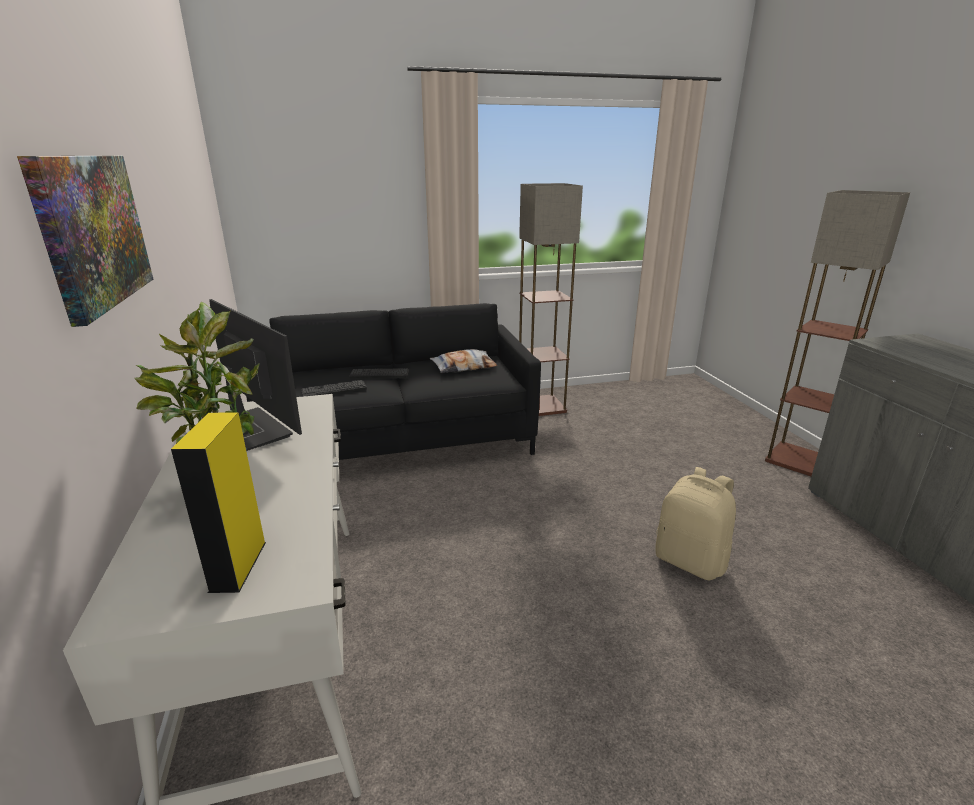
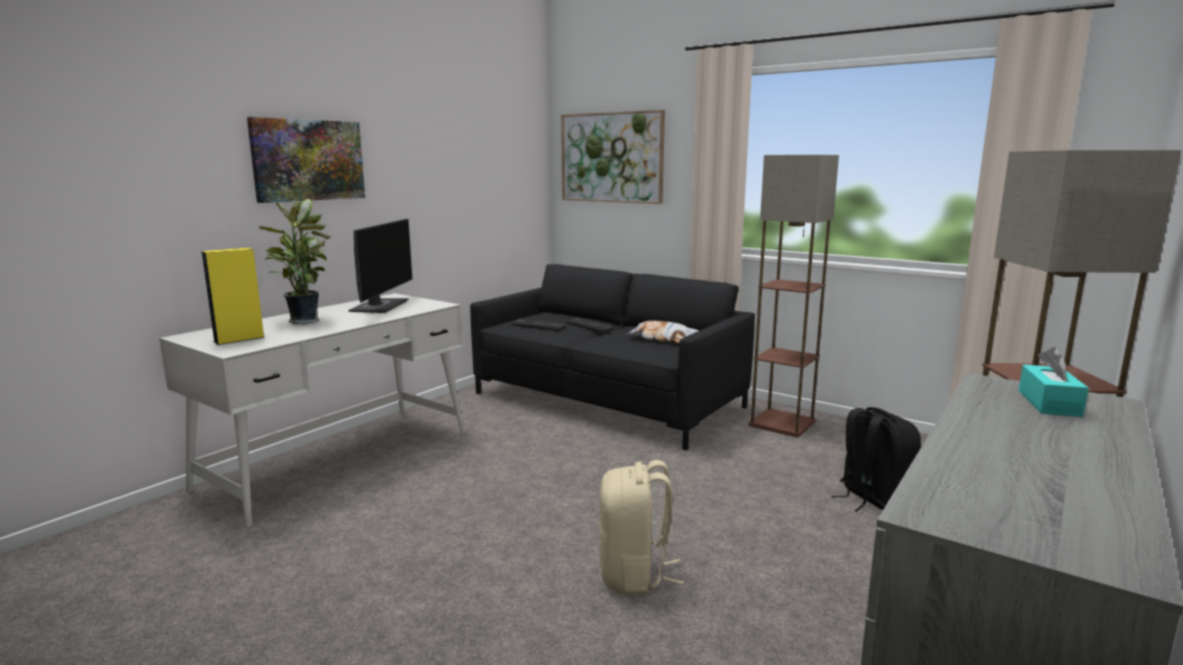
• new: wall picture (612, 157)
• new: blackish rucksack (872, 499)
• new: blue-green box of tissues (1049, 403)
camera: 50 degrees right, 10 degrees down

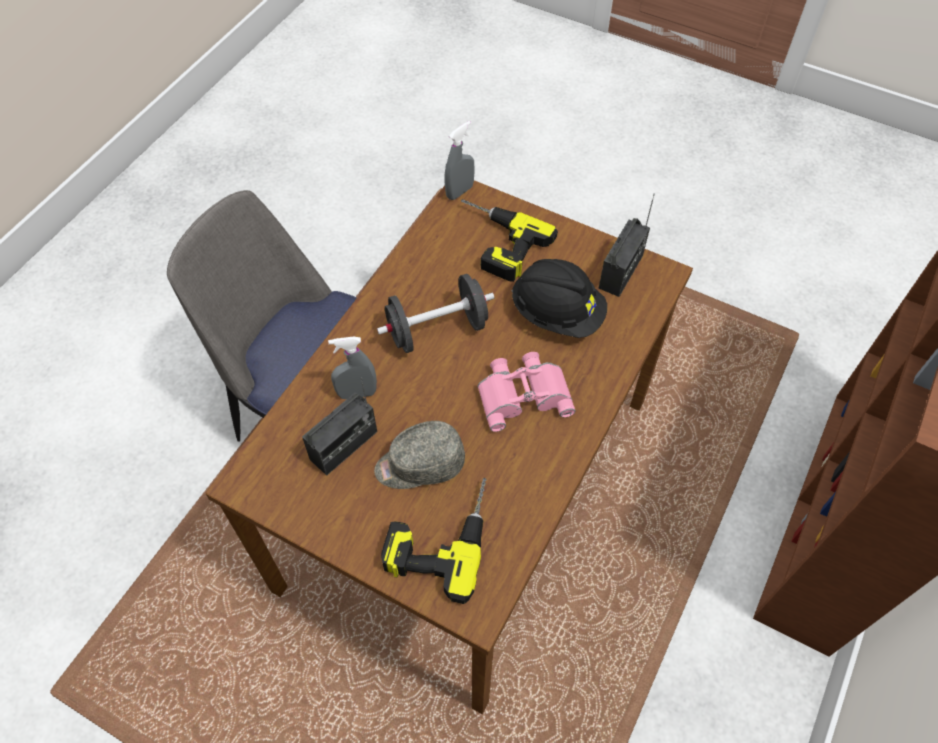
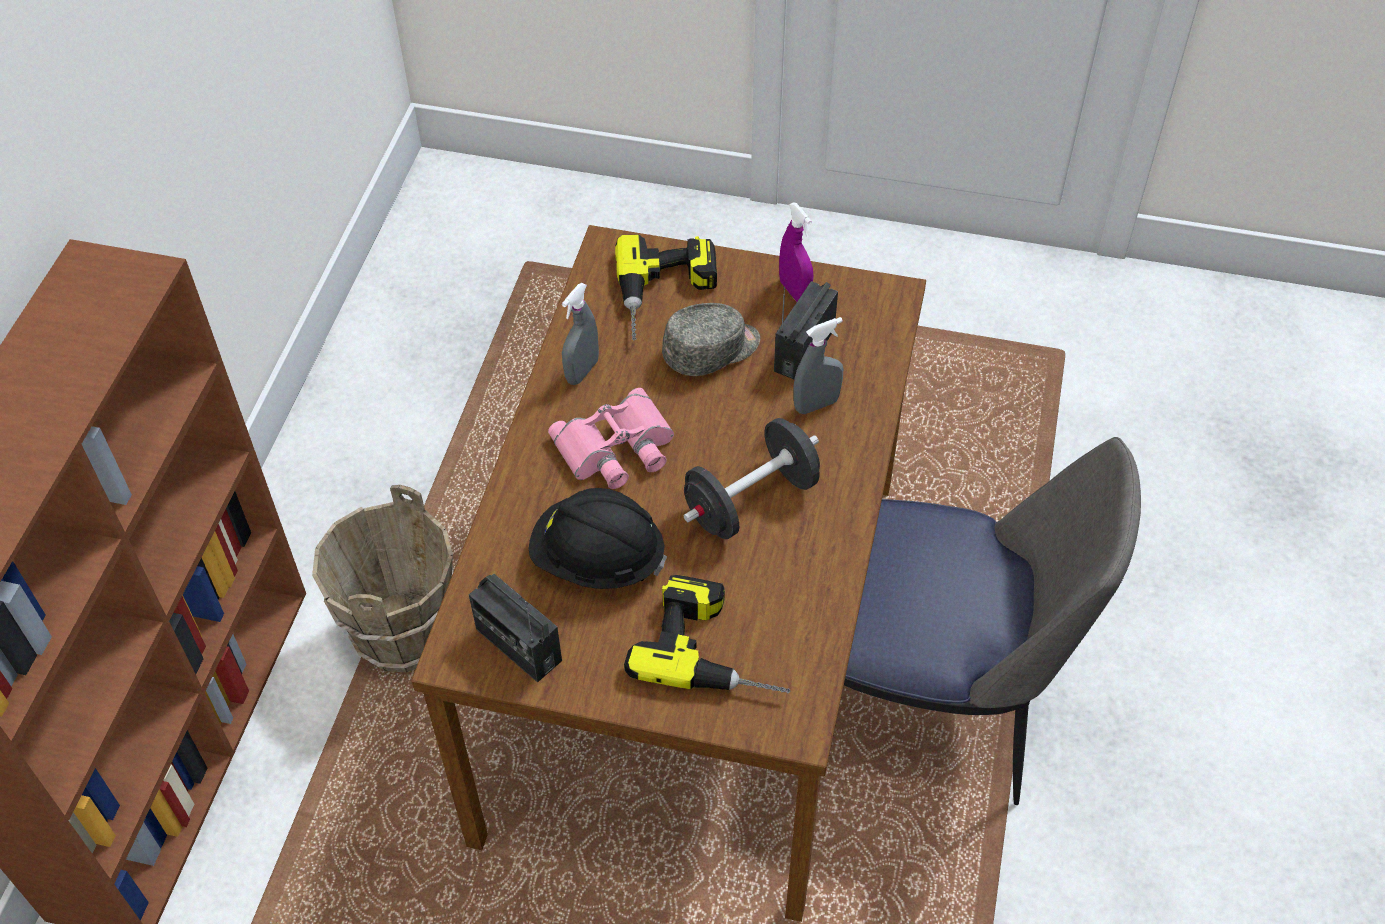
• new: brownish bucket (402, 635)
• rotated: radio receiver (621, 272) = (518, 645) 60 degrees counterclockwise
• shifted: grey sprayer (459, 191) to (582, 371)
• new: purple-coloured sprayer (794, 291)
camera: 165 degrees right, 5 degrees down

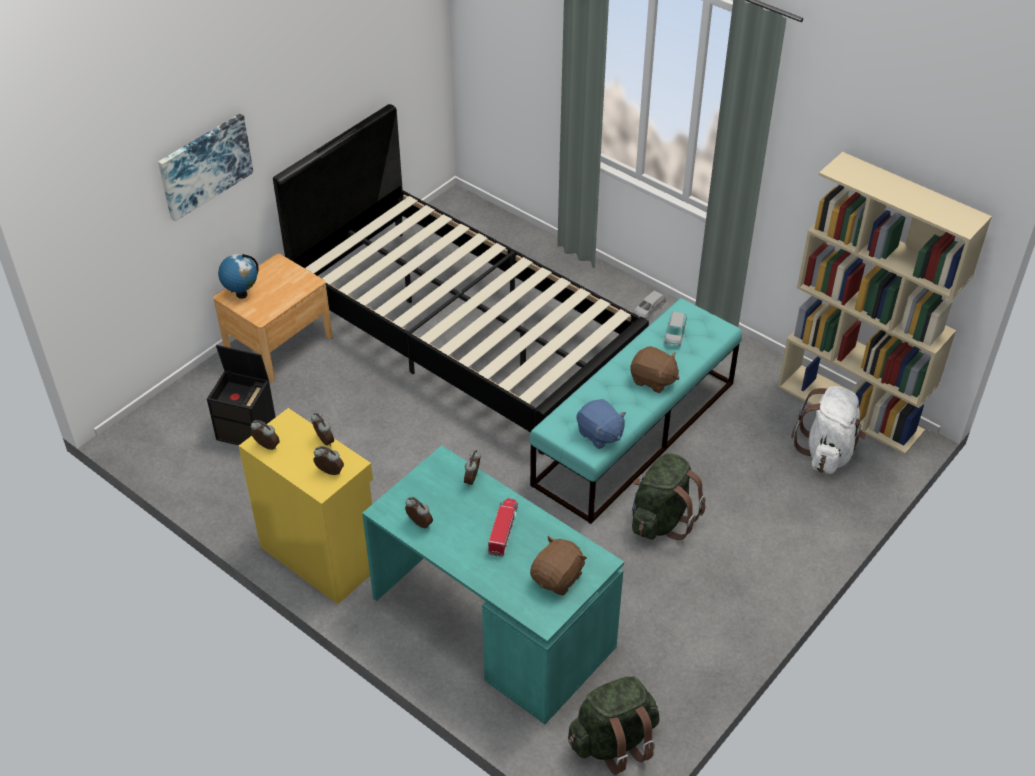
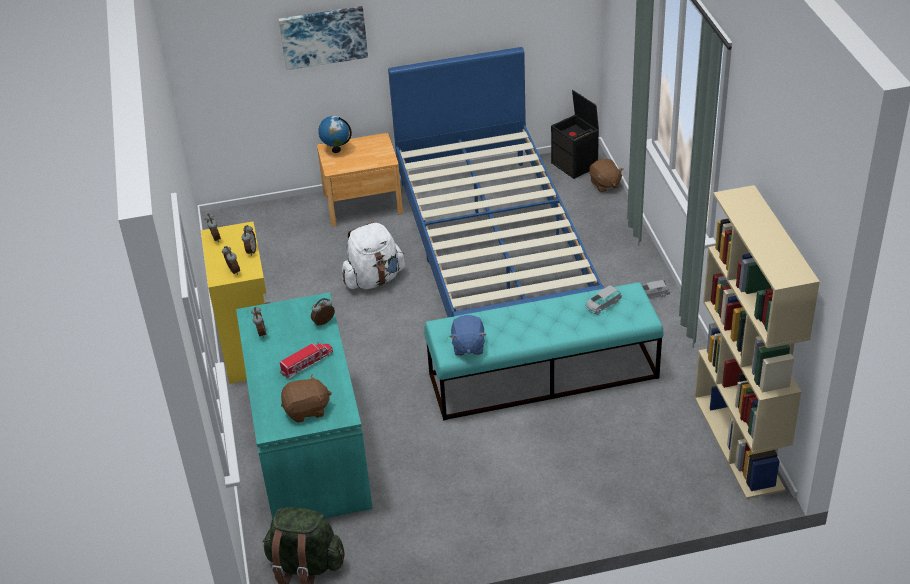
• shifted: whitish rucksack (827, 451) to (374, 279)
• repainted: blackish bed (464, 333) to blue bed (493, 251)
• shifted: blackish storage box (248, 430) to (575, 165)
• shifted: brownish plush toy (653, 380) to (605, 184)
• gone: green rucksack (661, 519)
camera: 40 degrees right, 5 degrees down

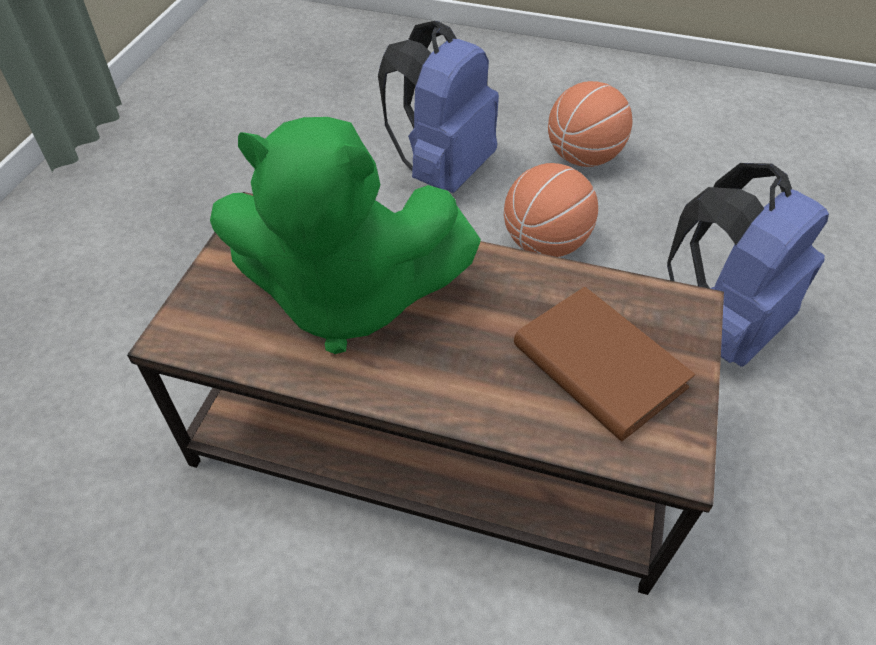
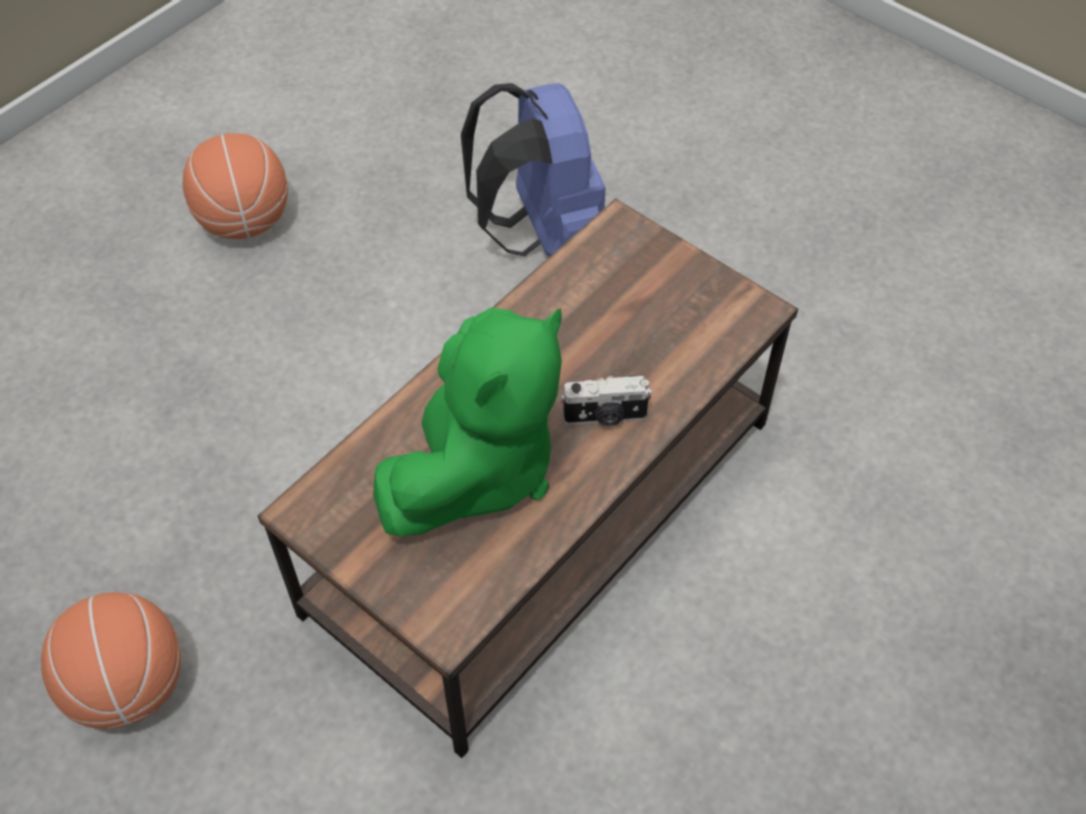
• shifted: basketball (545, 243) to (129, 684)
• new: photo camera (605, 417)
• gone: blue rucksack (442, 170)
• gone: brownish book (598, 367)
camera: 65 degrees left, 5 degrees up

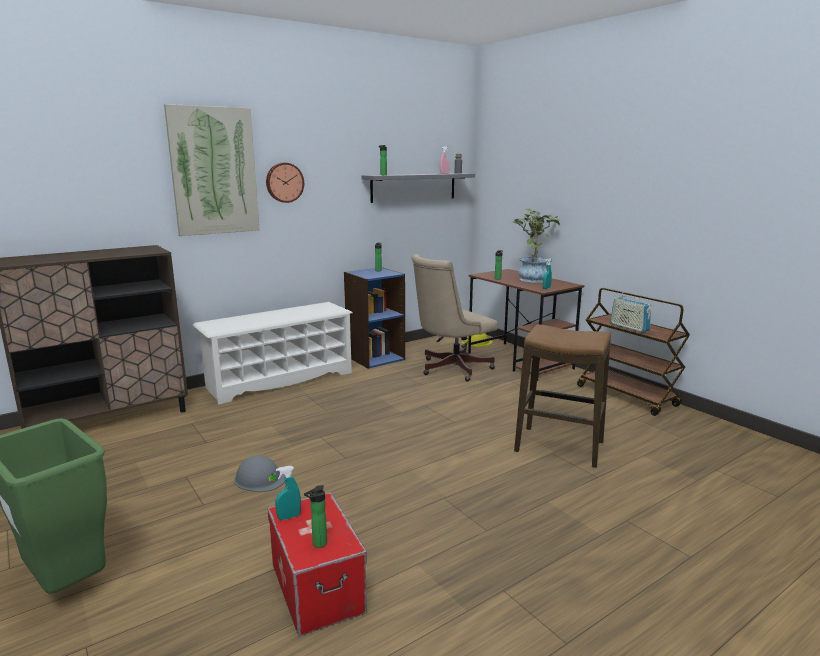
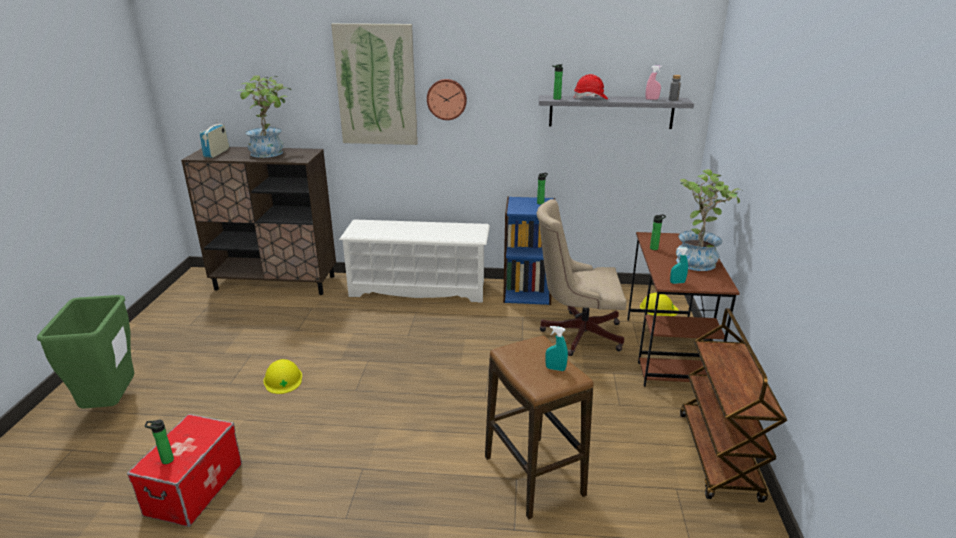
• shifted: radio receiver (629, 327) to (217, 153)
• new: plant in a pot (271, 153)
• repainted: grey safety helmet (259, 478) to yellow-coloured safety helmet (283, 379)
• shifted: blue-green sprayer (289, 517) to (555, 369)
• new: red-coloured safety helmet (590, 98)
camera: 40 degrees right, 10 degrees up

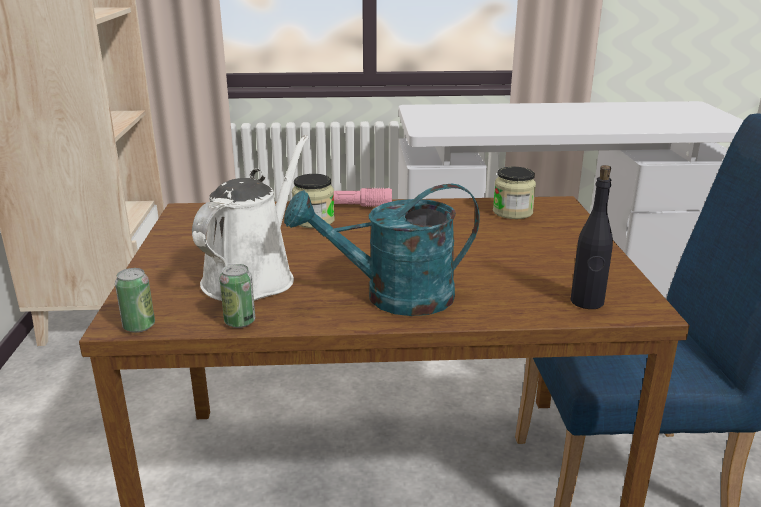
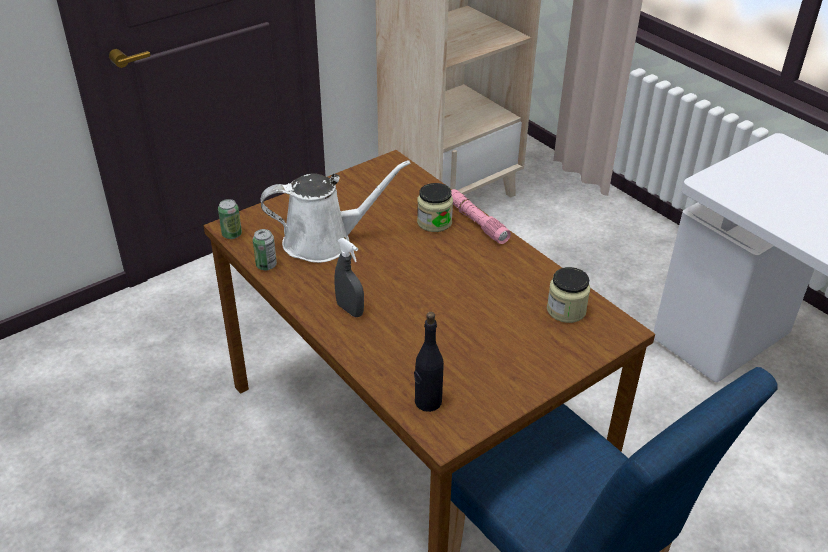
• swapped: blue-green sprinkling can (393, 297) to grey sprayer (350, 310)
camera: 55 degrees right, 15 degrees up

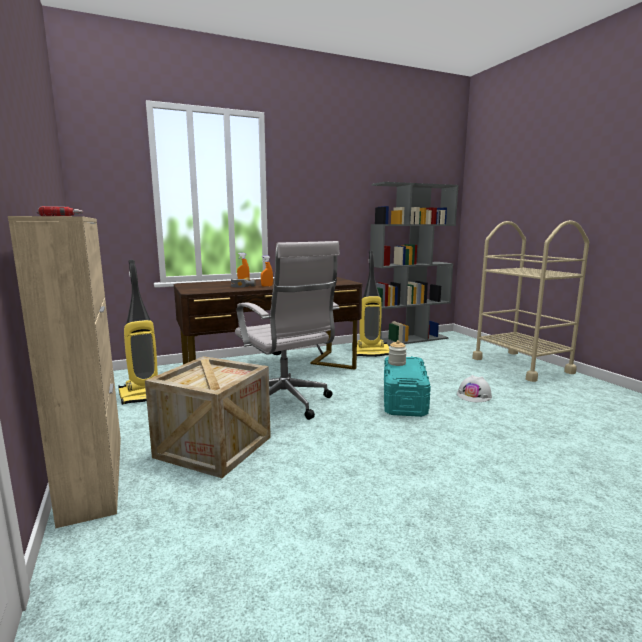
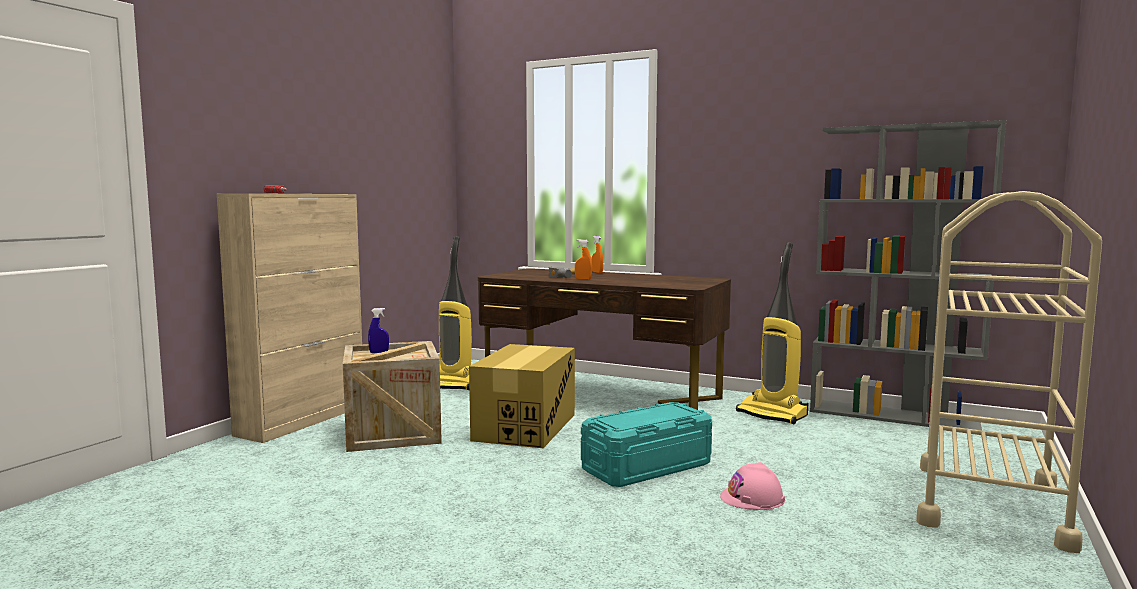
• new: blue sprayer (379, 352)
• swapped: whitish office chair (287, 404) to carton (525, 427)
• repainted: whitish safety helmet (474, 395) to pink-coloured safety helmet (752, 498)
• gone: storage jar (397, 363)
camera: 50 degrees right, 5 degrees down

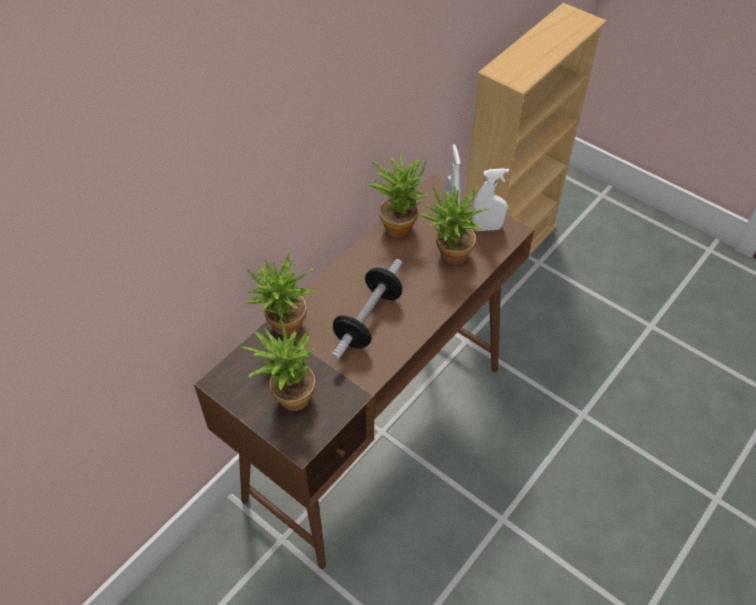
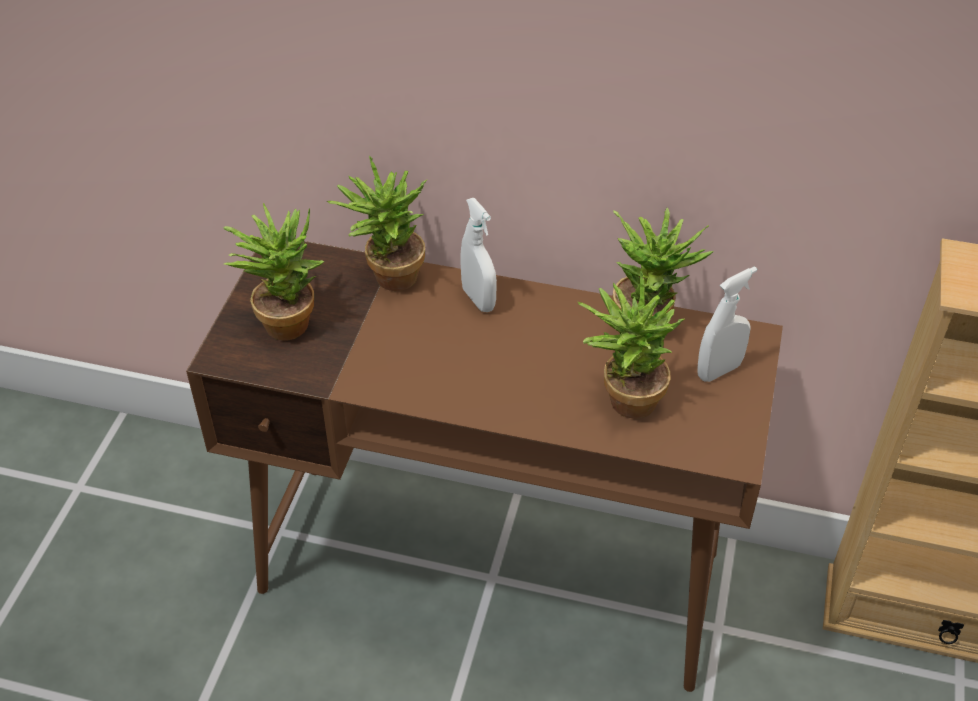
• shifted: whitish sprayer (486, 228) to (478, 299)
• gone: free weight (368, 320)
camera: 65 degrees right, 5 degrees down

